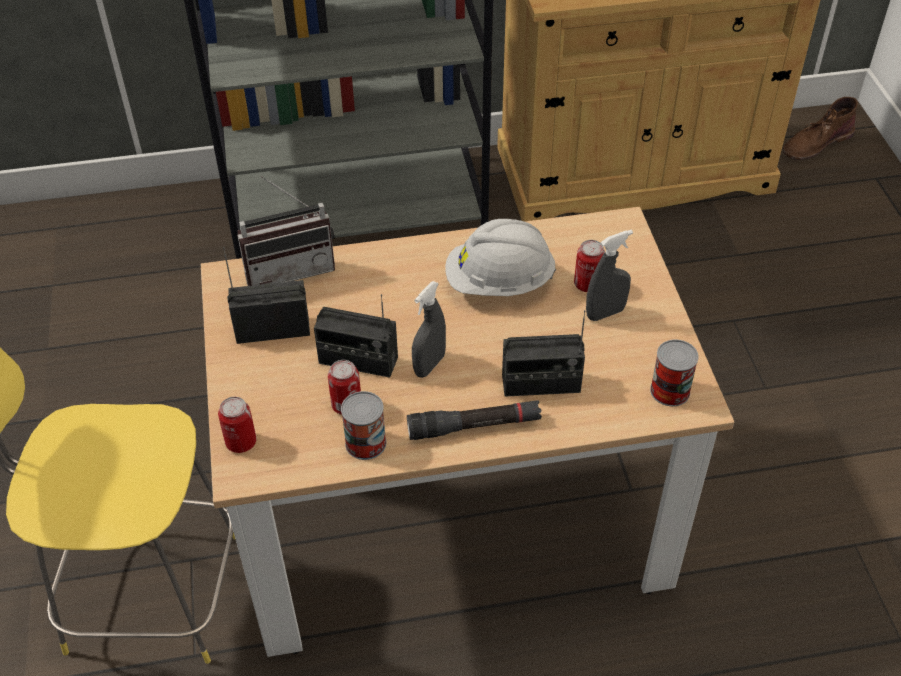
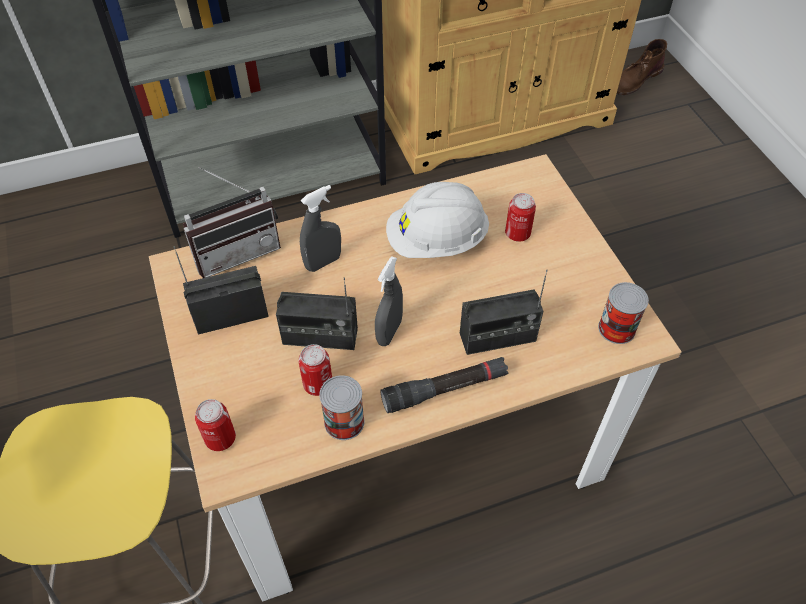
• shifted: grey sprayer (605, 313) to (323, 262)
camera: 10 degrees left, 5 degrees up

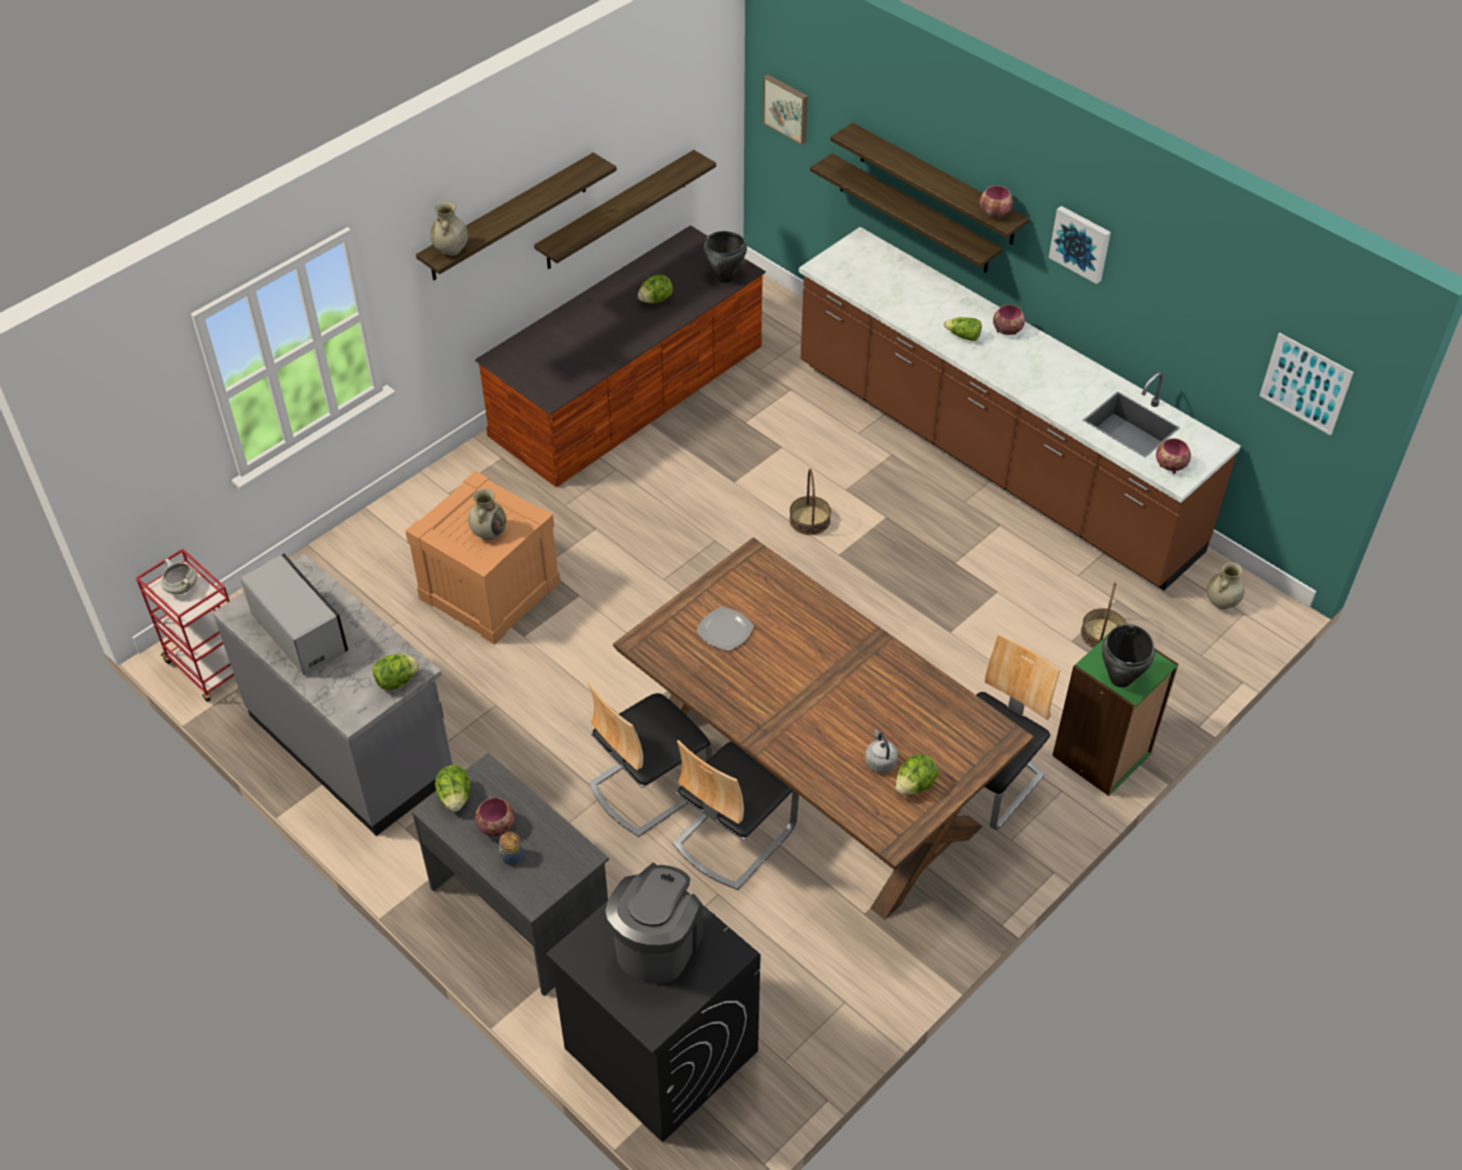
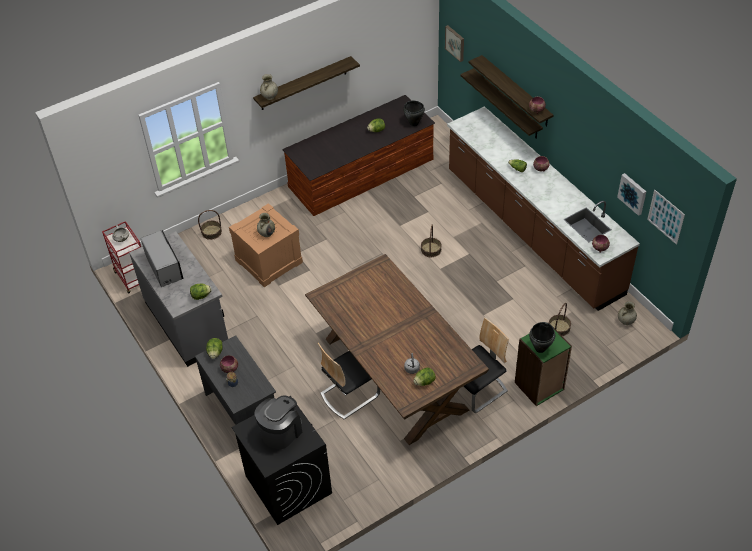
• new: storage basket (211, 232)
• shifted: wall picture (1081, 243) to (633, 193)
• gone: bracket shelf (617, 211)
• gone: plain chair (648, 785)
• gone: flat dish (725, 631)
camera: 15 degrees right, 0 degrees up

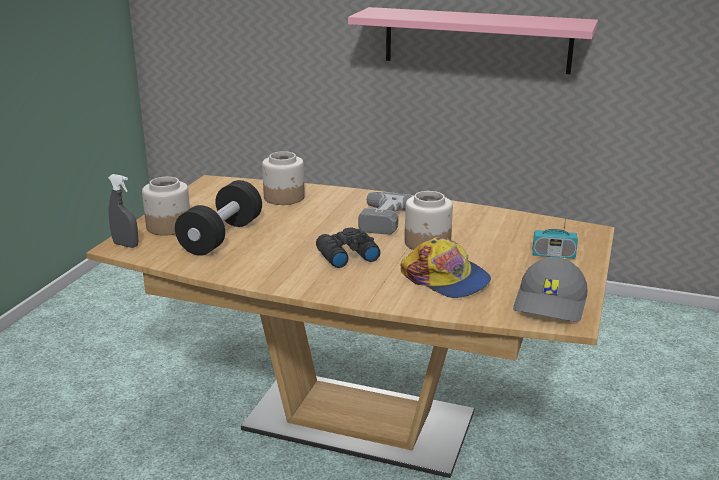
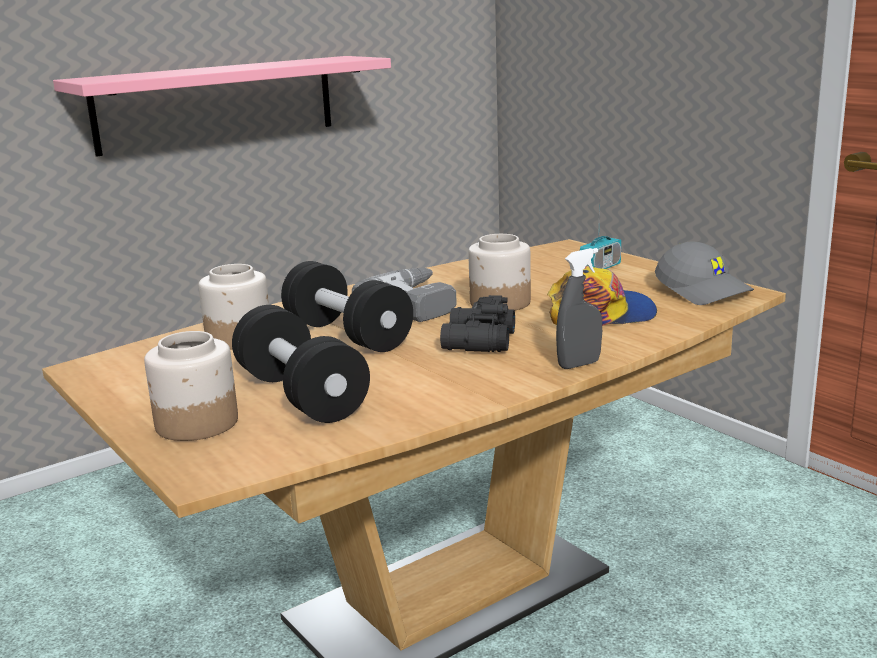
• new: blackish free weight (347, 335)
• shifted: grey sprayer (126, 245) to (579, 364)
camera: 55 degrees left, 5 degrees down

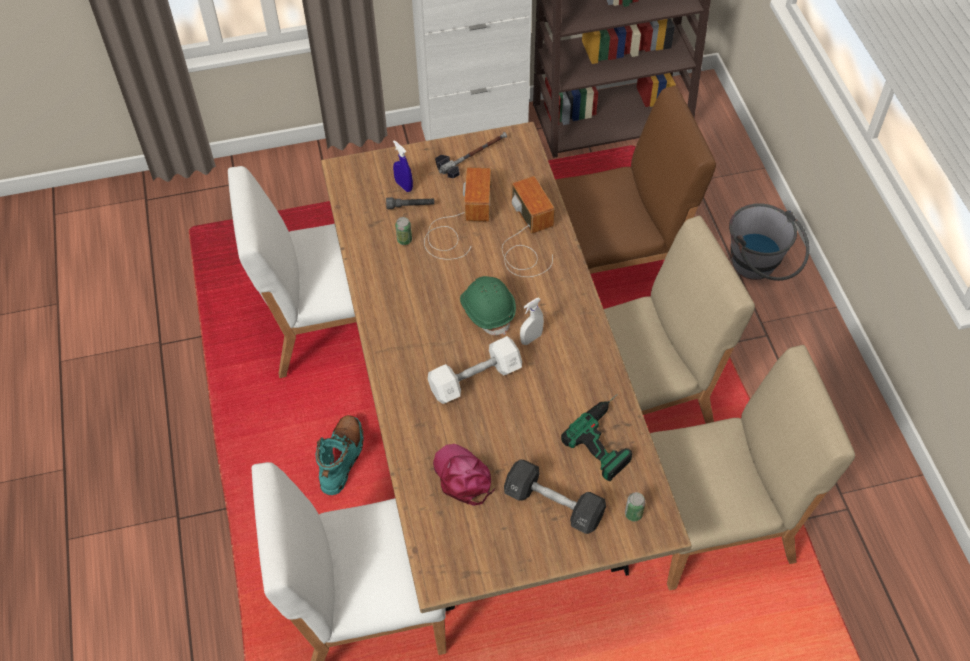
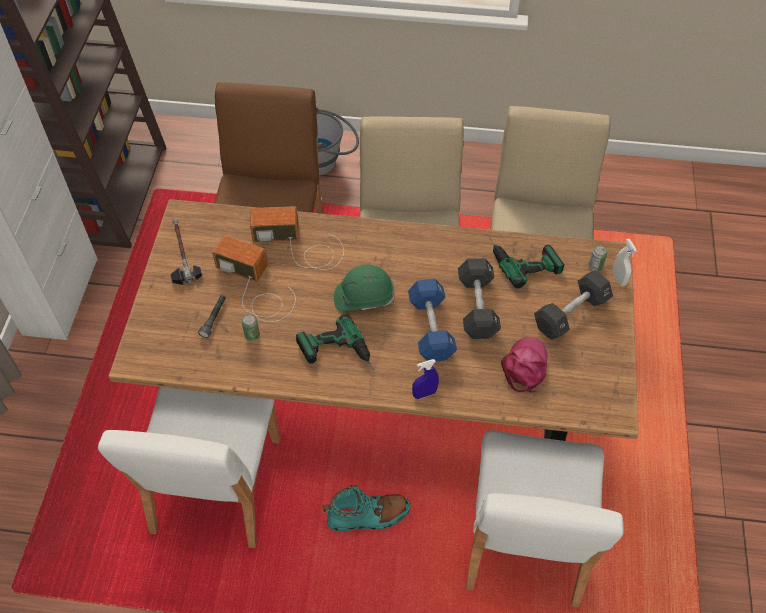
• new: drill (338, 355)
• rotated: blue-green boot (342, 458) = (368, 516) 135 degrees clockwise
• repainted: whitish free weight (475, 379) to blue free weight (431, 328)
• shifted: blue sprayer (403, 186) to (424, 394)
• new: blackish free weight (477, 307)
• rotated: pink-coloured baseball cap (463, 477) = (525, 366) 120 degrees clockwise
• shifted: whitish sprayer (531, 338) to (619, 278)
camera: 70 degrees left, 0 degrees up

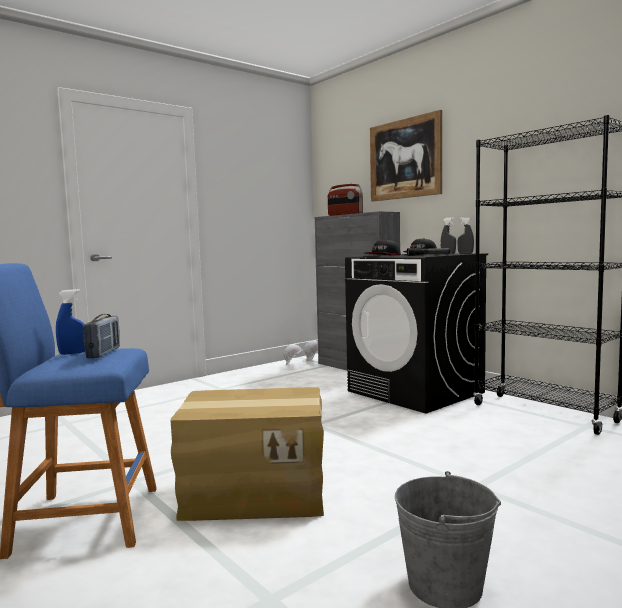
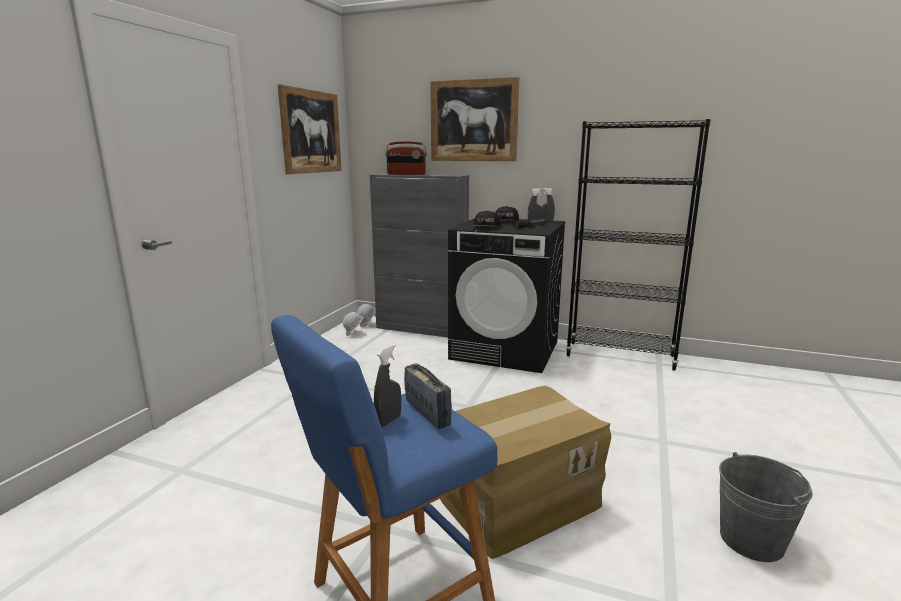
• new: wall picture (311, 132)
• repainted: blue sprayer (73, 353) to grey sprayer (388, 421)
camera: 30 degrees left, 10 degrees up

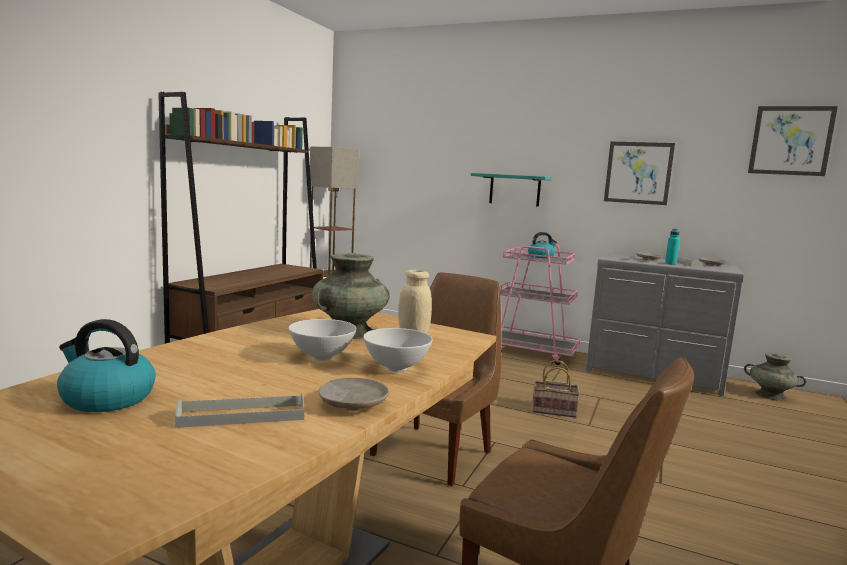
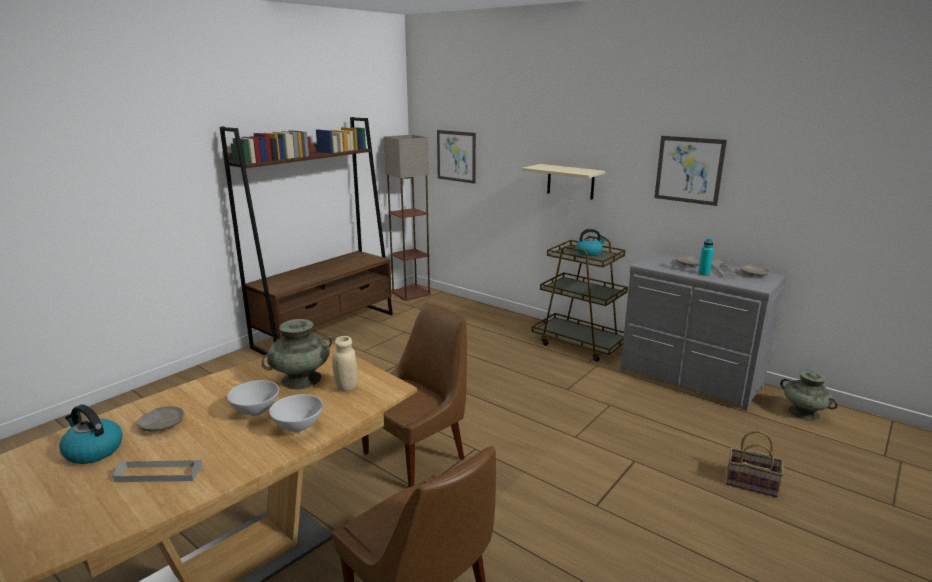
• shifted: beige-coloured flat dish (352, 404) to (162, 425)
• shifted: wall picture (791, 140) to (456, 156)
• repainted: blue-green bracket shelf (514, 190) to beige-coloured bracket shelf (570, 181)
• repainted: pink-coloured wheeled cart (530, 352) to brownish wheeled cart (579, 344)
• shifted: storage basket (555, 410) to (752, 483)
camera: 15 degrees right, 10 degrees up

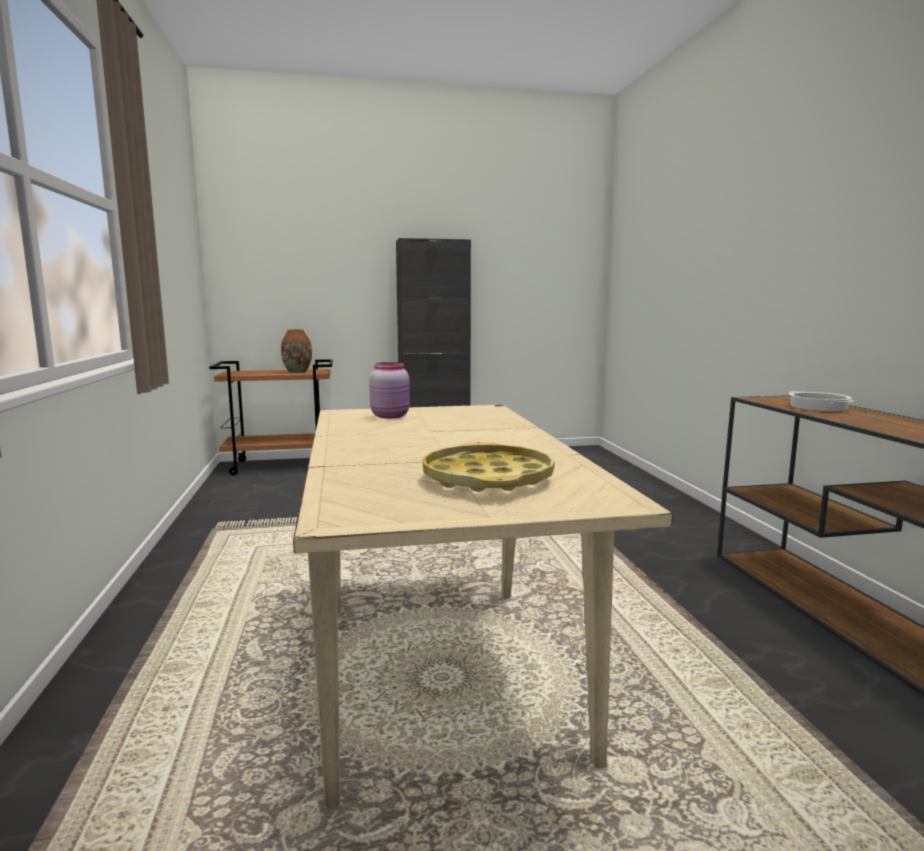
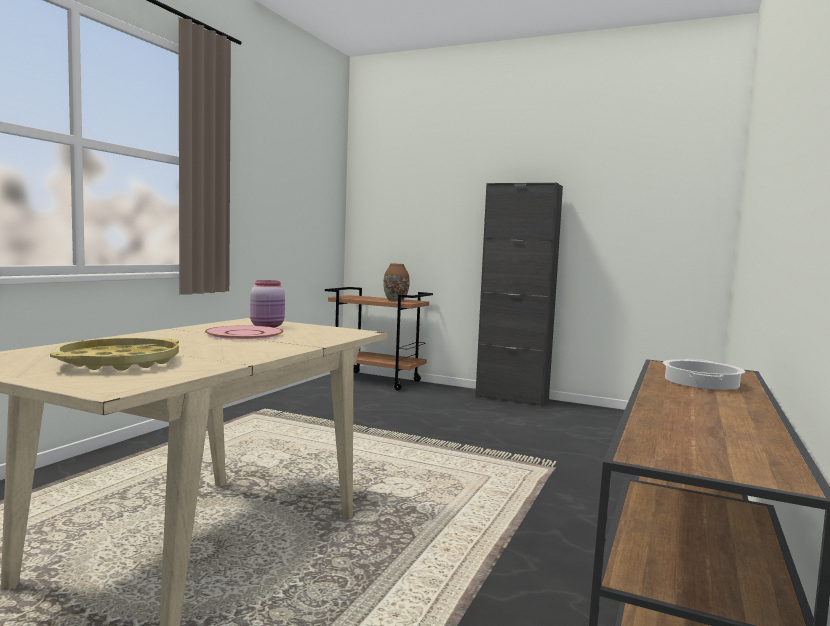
• new: pink-coloured flat dish (244, 334)
camera: 35 degrees right, 5 degrees down

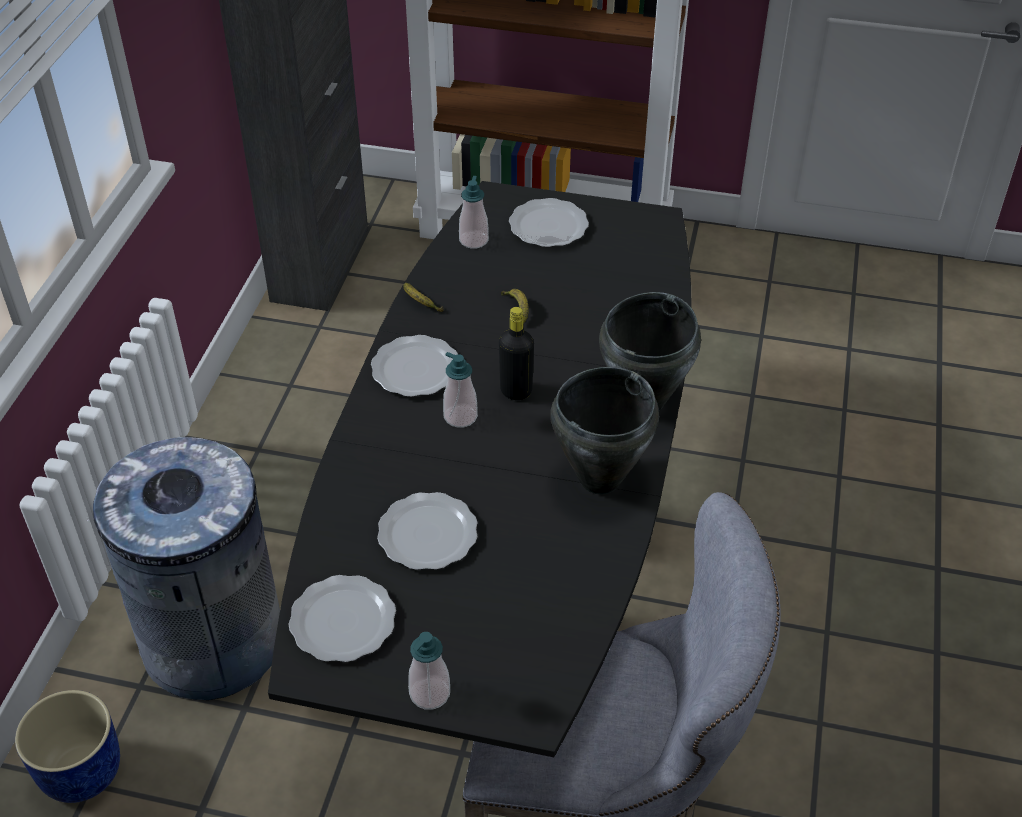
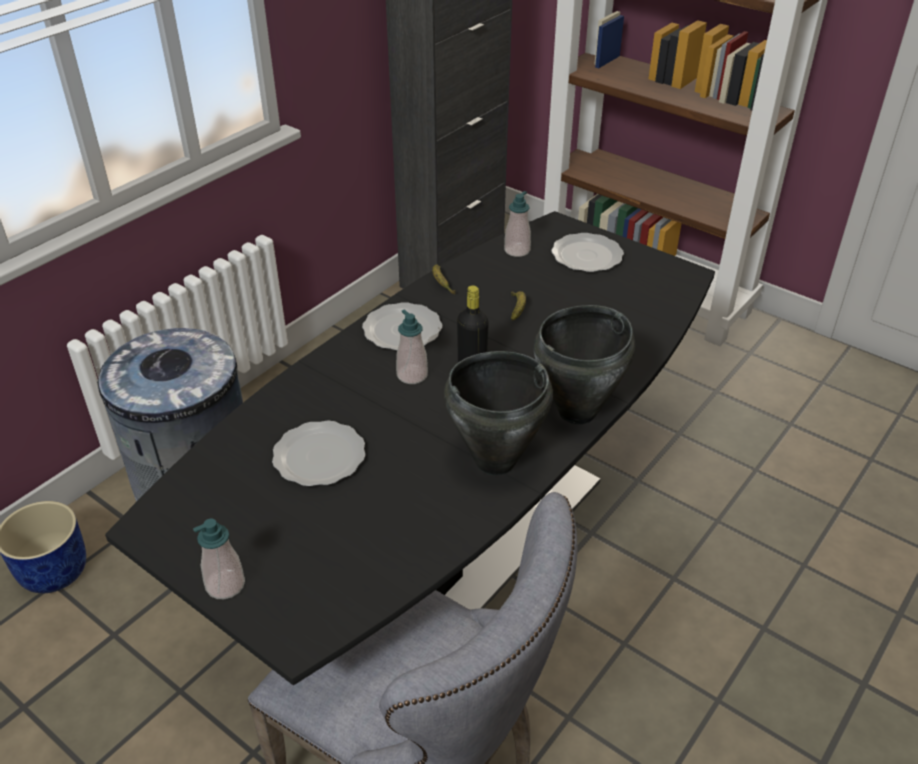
• gone: flat dish (342, 622)
camera: 25 degrees right, 5 degrees down

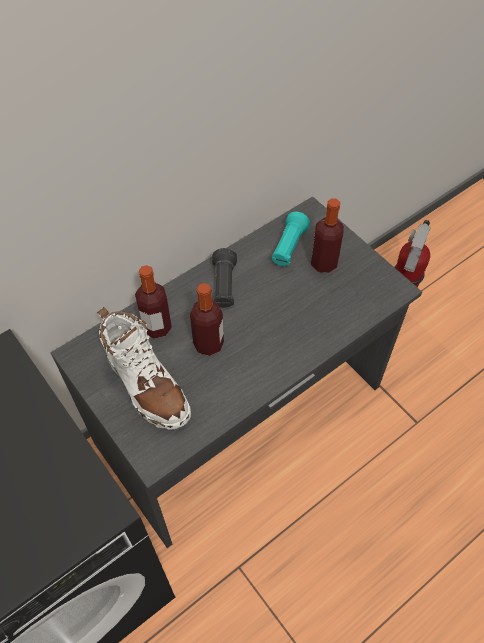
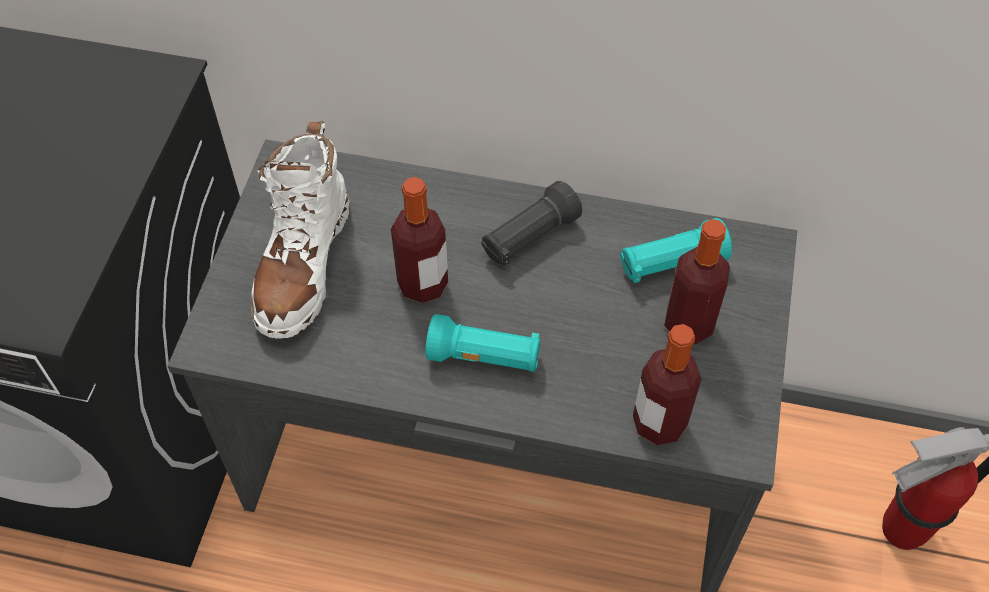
• new: blue-green torch (484, 357)
• shifted: bottle (157, 327) to (659, 423)
camera: 50 degrees right, 0 degrees up

